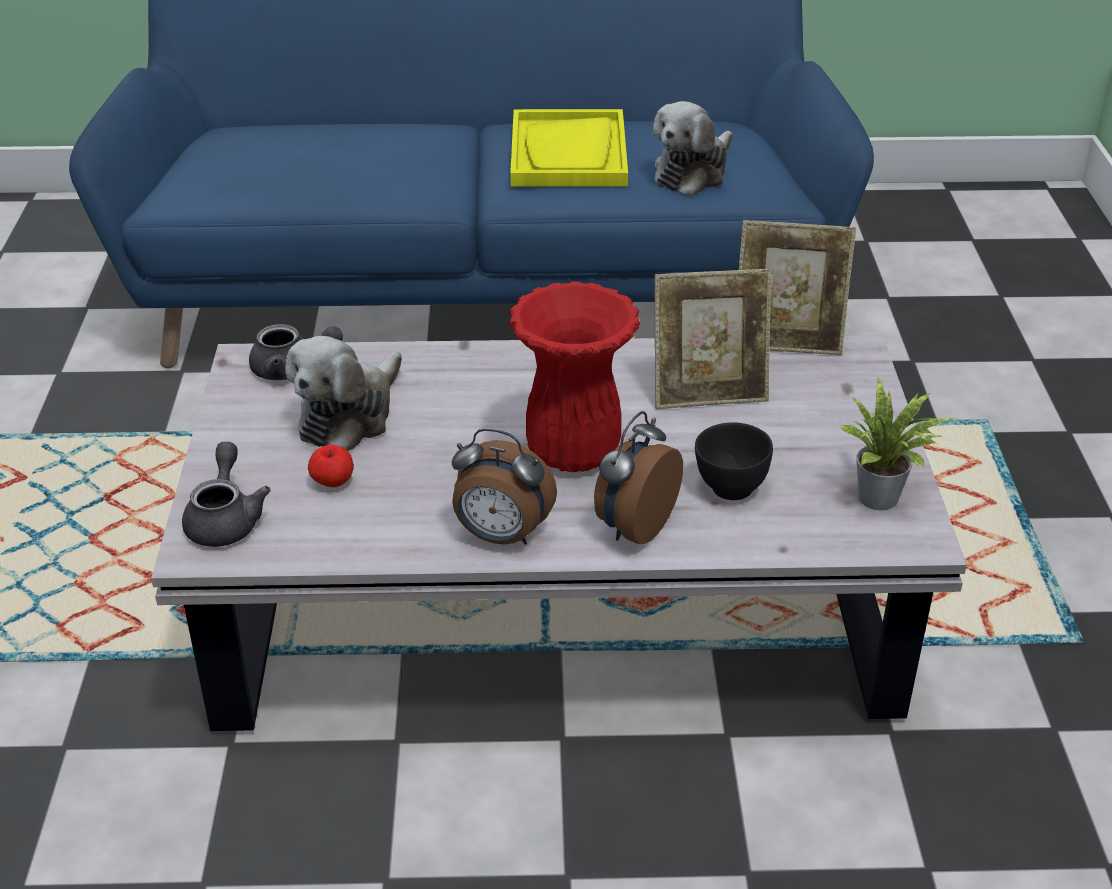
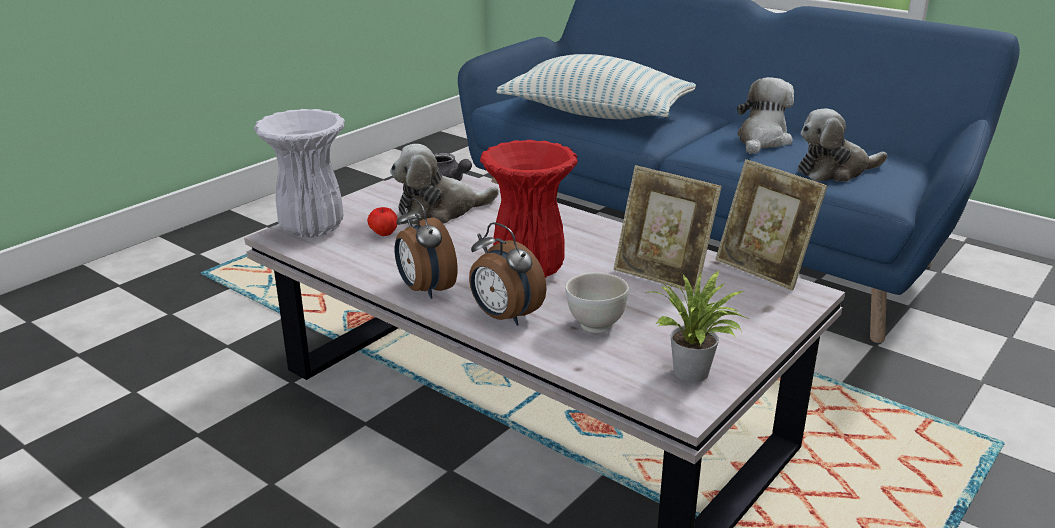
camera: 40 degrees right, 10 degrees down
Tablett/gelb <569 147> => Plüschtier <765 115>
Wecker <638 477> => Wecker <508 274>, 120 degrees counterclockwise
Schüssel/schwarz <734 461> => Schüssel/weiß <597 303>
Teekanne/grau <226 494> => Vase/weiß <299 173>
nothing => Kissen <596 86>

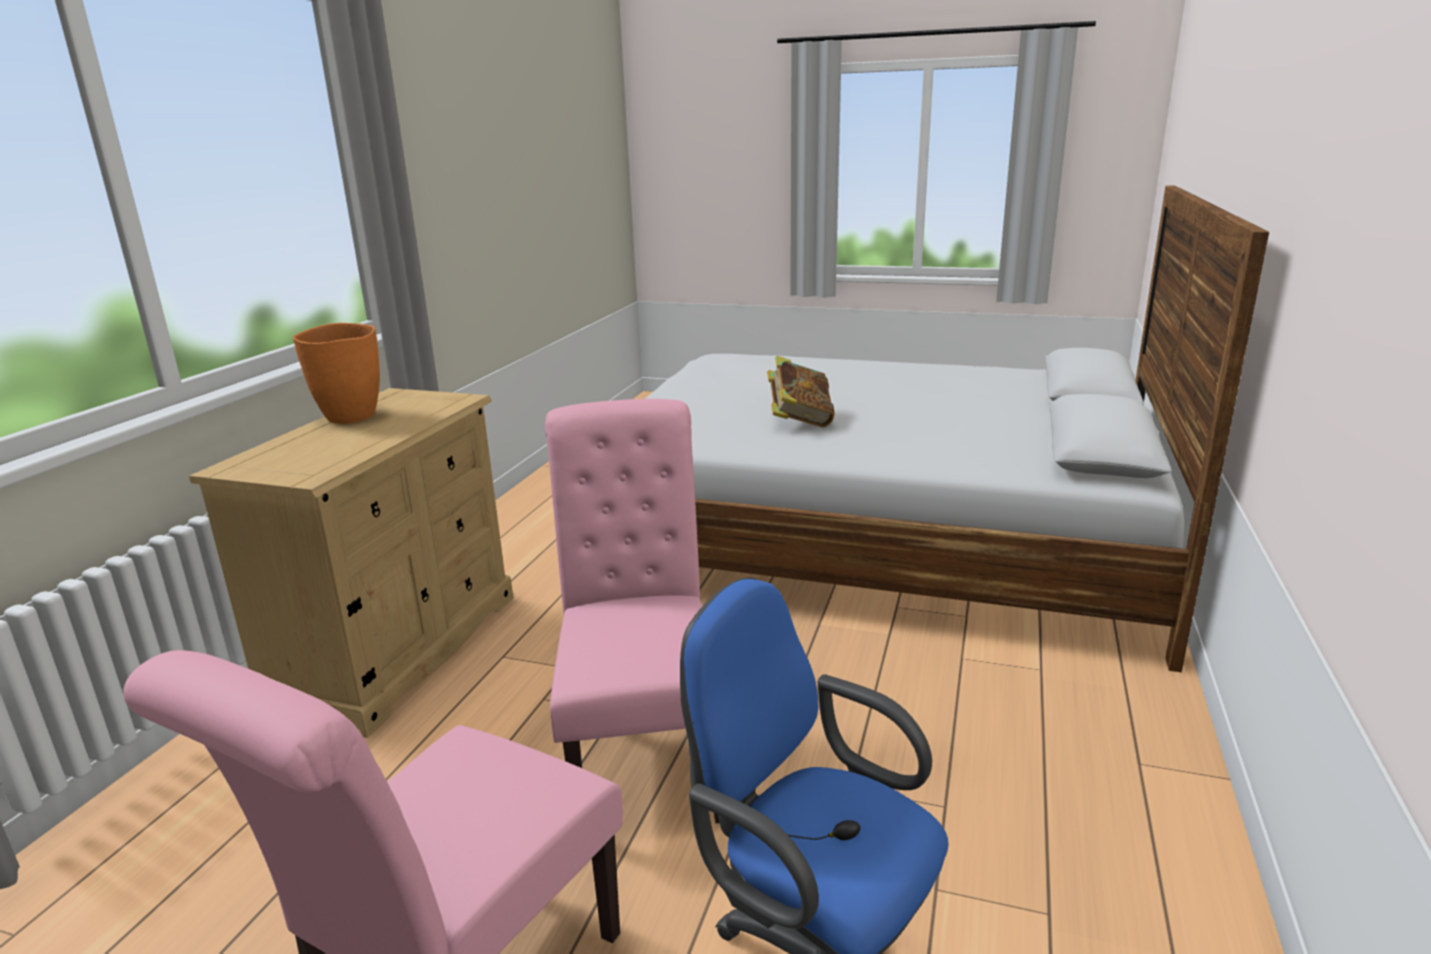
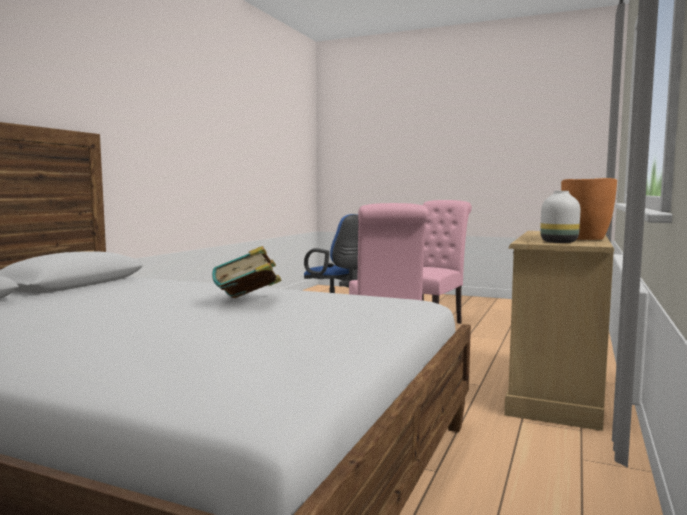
camera: 175 degrees left, 15 degrees down
nothing => Vase/weiß <560 217>

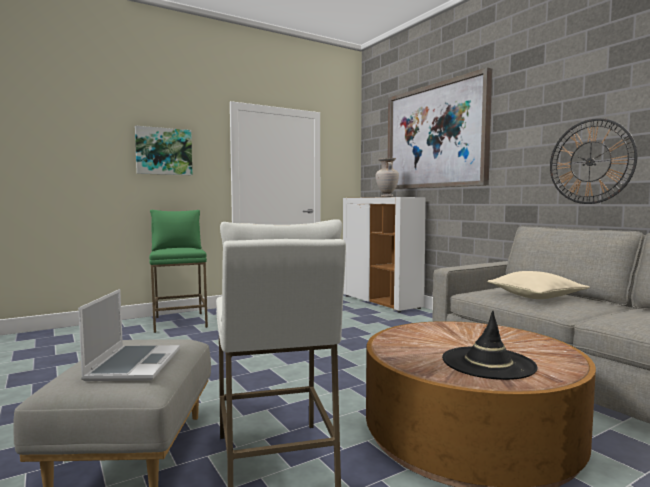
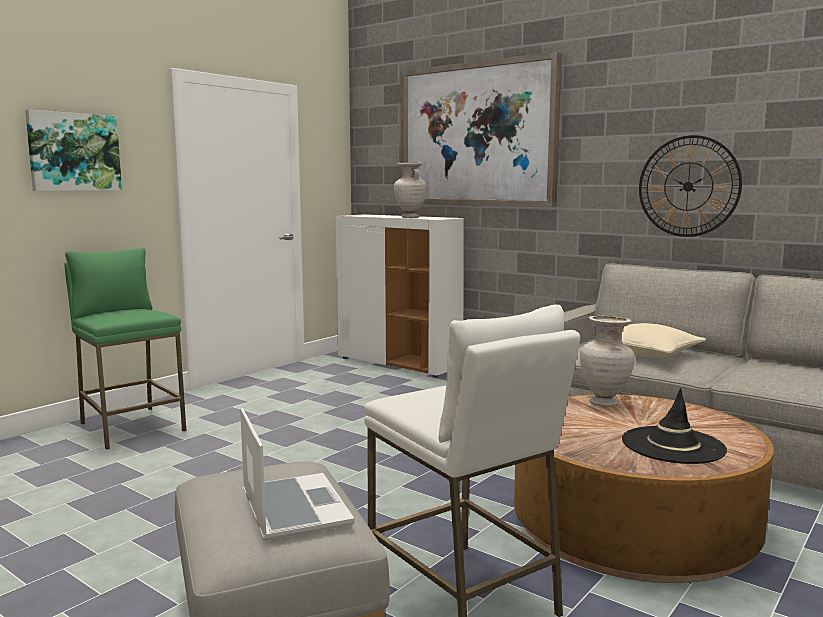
camera: 20 degrees left, 5 degrees up
nothing => Vase/beige <607 361>

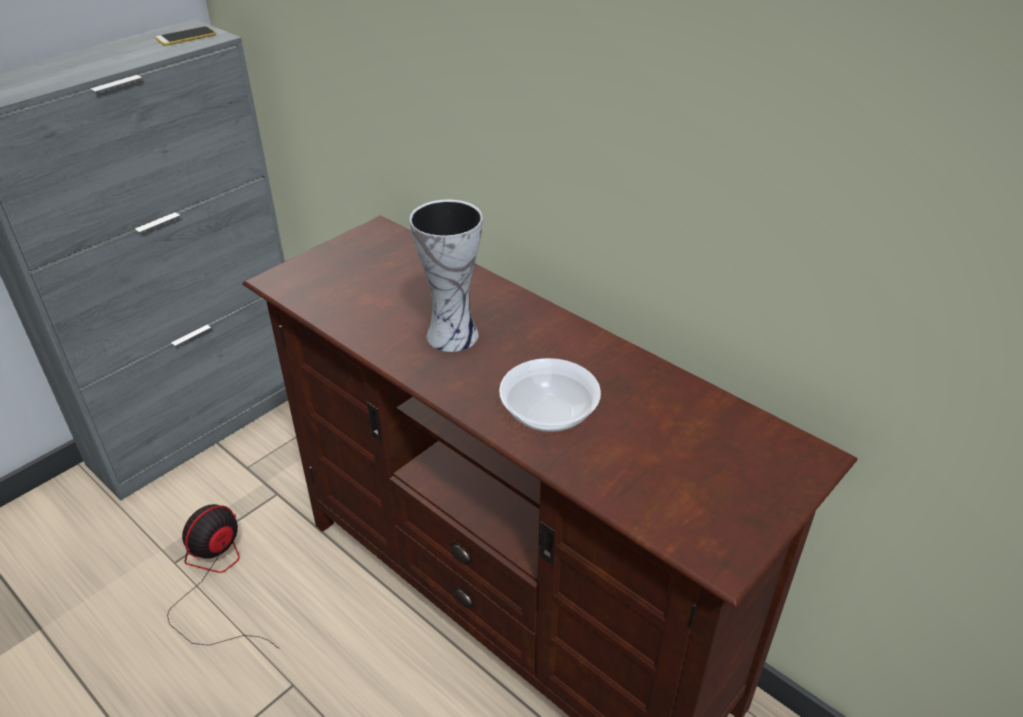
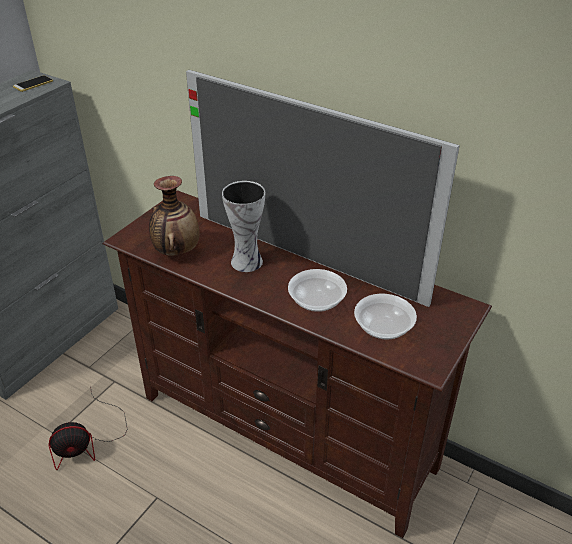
camera: 10 degrees left, 0 degrees up
Ventilator <223 576> => Ventilator <88 428>, 135 degrees counterclockwise
nothing => Fernseher <323 188>
nothing => Vase <174 216>
nothing => Schüssel <385 316>

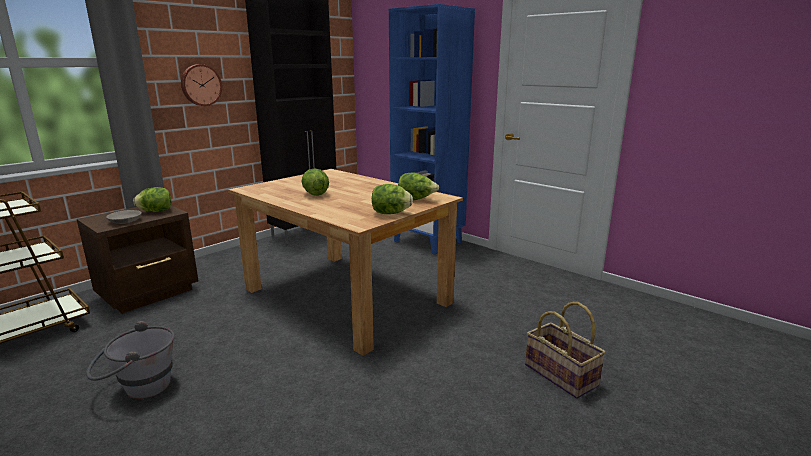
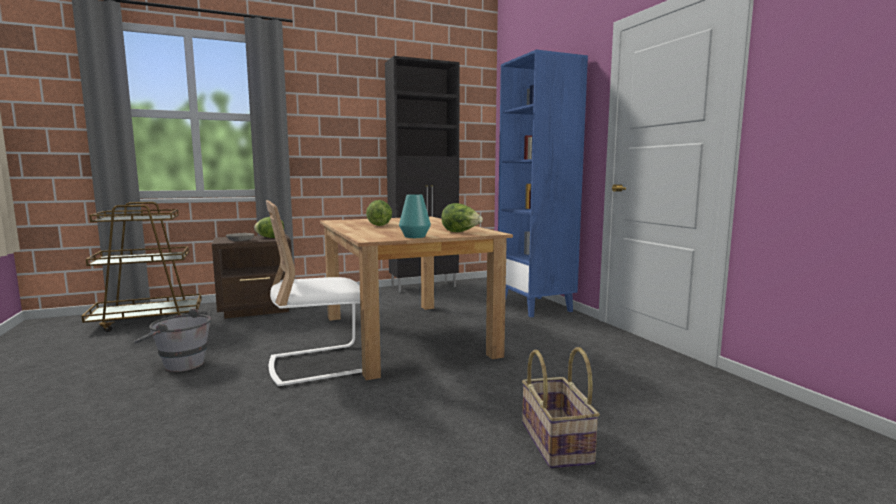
camera: 25 degrees right, 10 degrees down
Wanduhr <201 85> => nothing
Salatkopf <392 199> => Vase/türkis <415 216>
nothing => Stuhl/weiß <314 294>

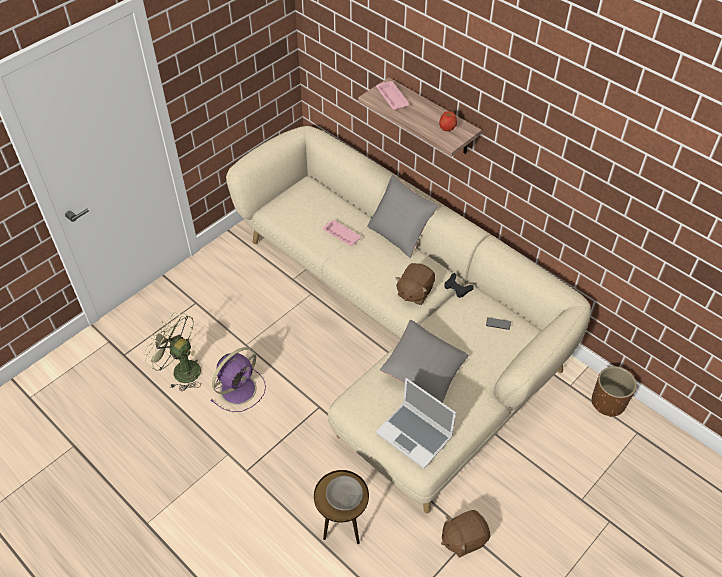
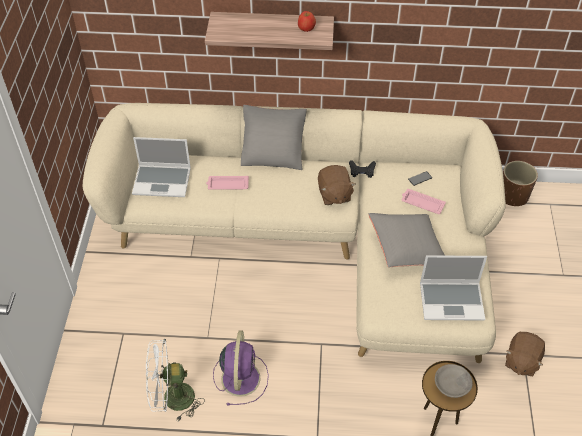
camera: 40 degrees left, 0 degrees up
Tablett/rosa <392 95> => Tablett/rosa <423 201>, shifted
Ventilator/grün <172 351> => Ventilator/weiß <175 380>
nothing => Laptop <161 167>

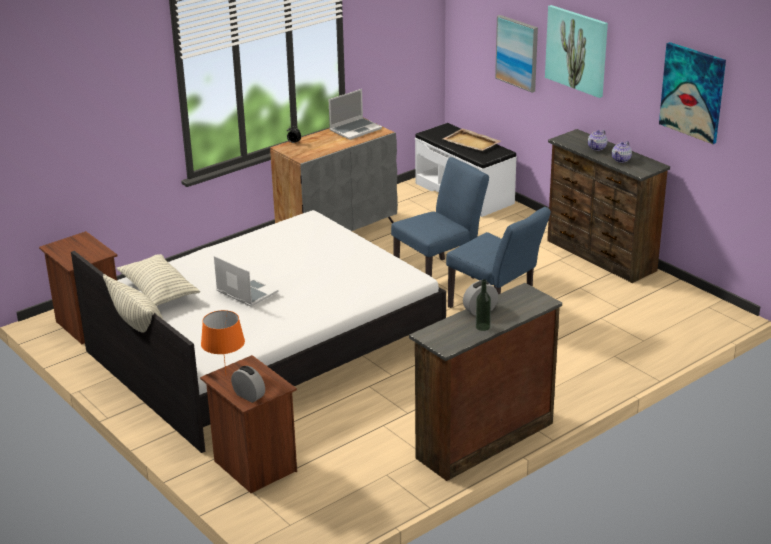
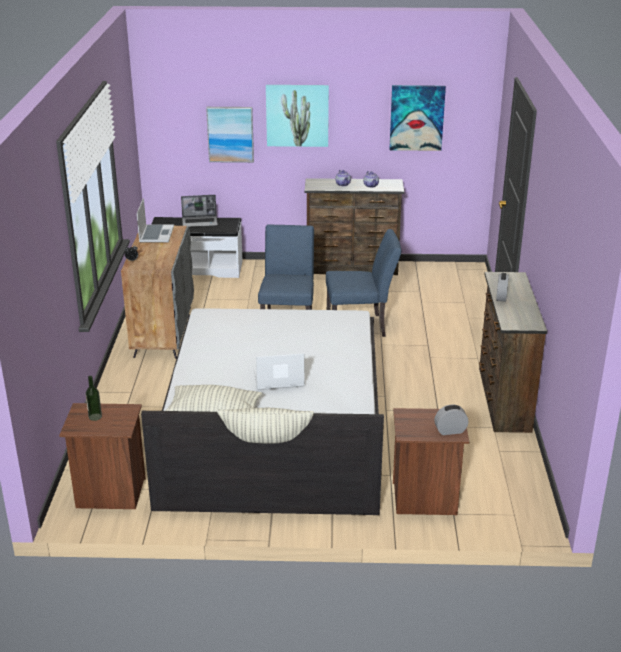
camera: 50 degrees left, 0 degrees up
Tablett/beige <472 140> => Laptop <199 211>
Flasche <483 305> => Flasche <94 398>, shifted
Tischlampe/orange <223 341> => nothing

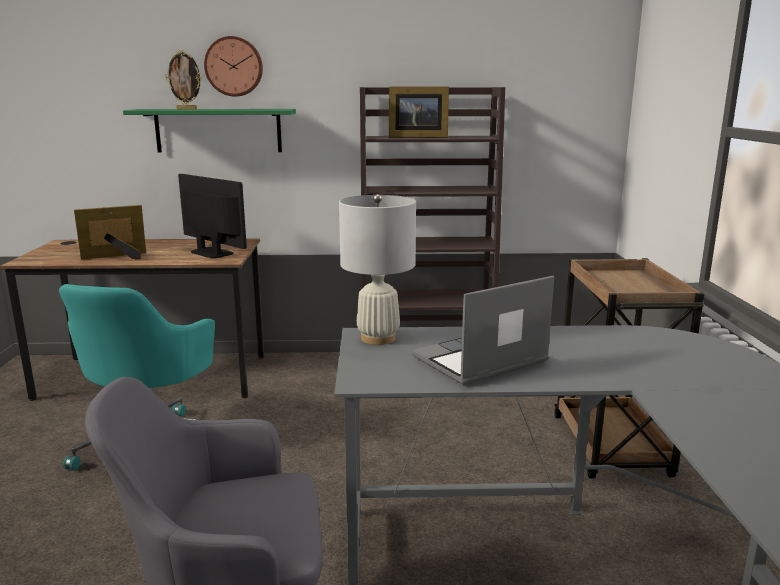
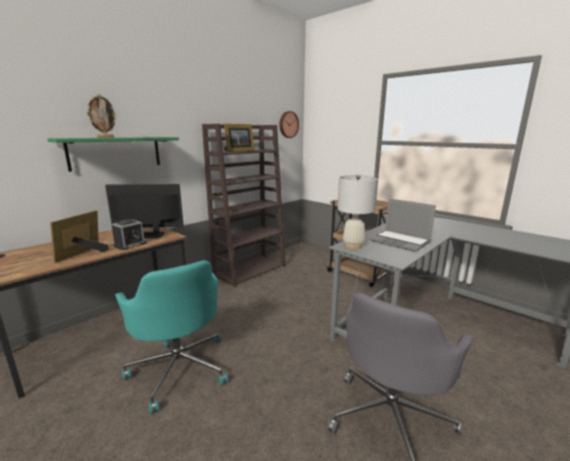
camera: 45 degrees left, 0 degrees up
Wanduhr <233 66> => Wanduhr <289 124>, shifted
Laptop <482 330> => Laptop <403 225>, 60 degrees counterclockwise
nothing => Wecker <129 234>

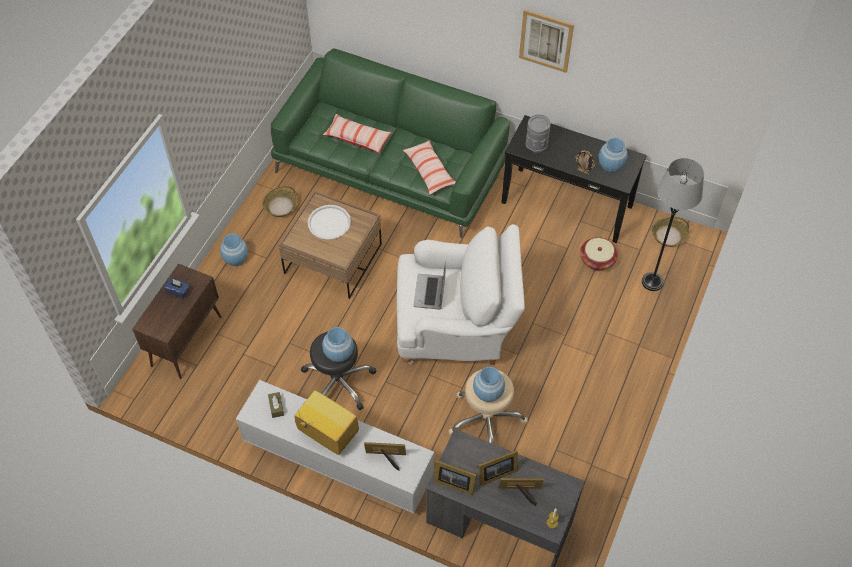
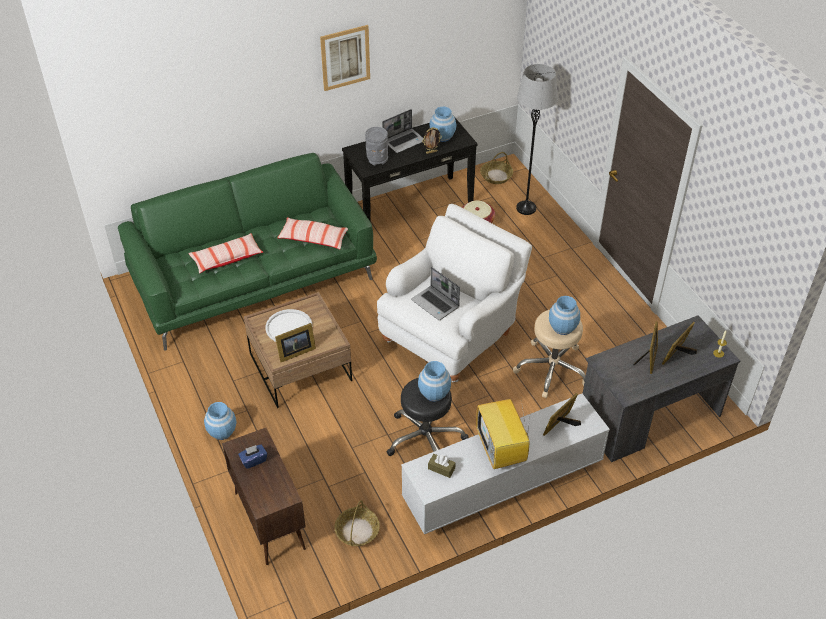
camera: 50 degrees left, 10 degrees down
Korb <280 201> => Korb <357 523>, shifted
Fernseher <326 422> => Fernseher <503 434>, 90 degrees counterclockwise
Bilderrahmen <455 477> => Bilderrahmen <295 342>, shifted
nothing => Laptop <402 131>

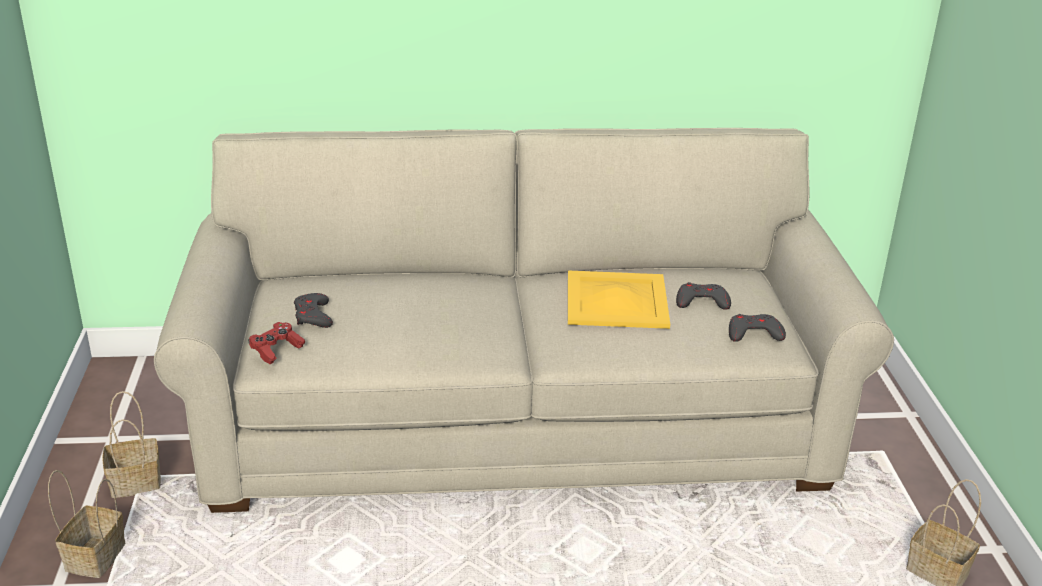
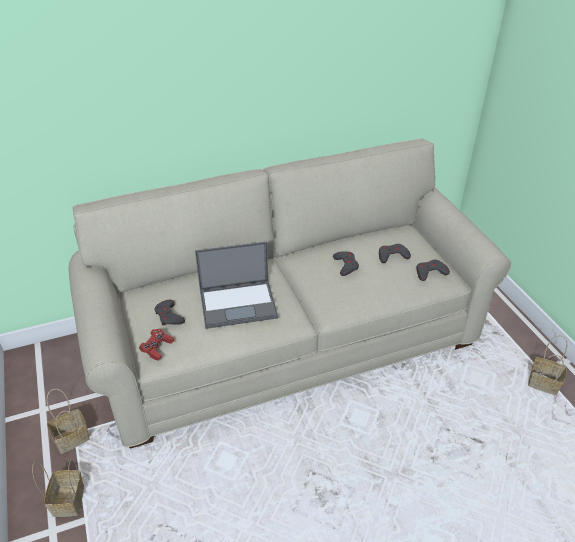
camera: 15 degrees left, 10 degrees up
Tablett/gelb <619 299> => Gamepad/grau <346 263>
nothing => Laptop <236 285>

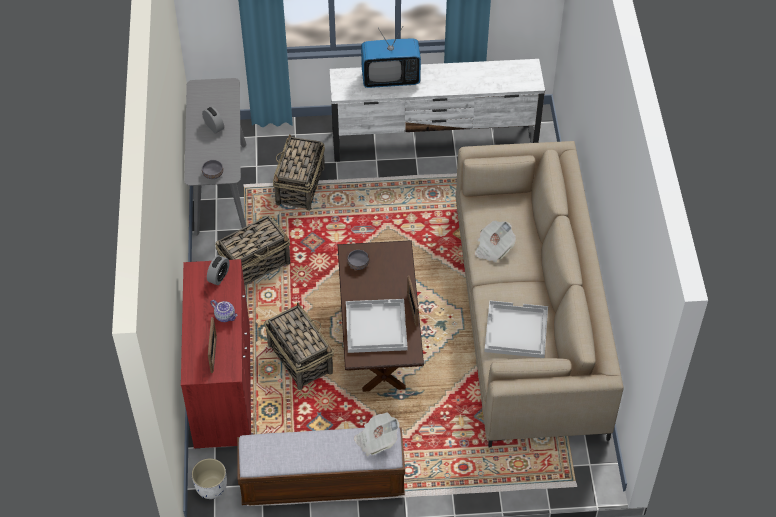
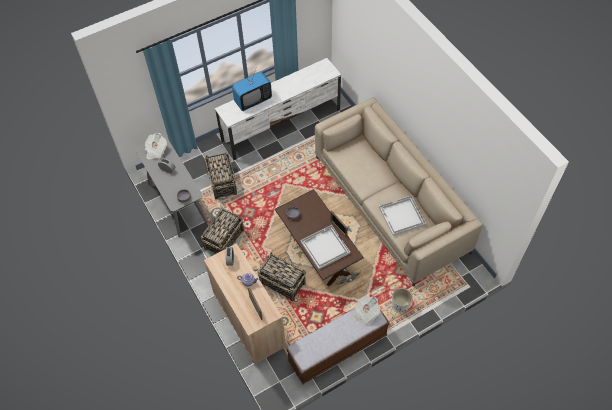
camera: 25 degrees left, 5 degrees up
Zeitung <495 241> => Zeitung <156 146>, shifted
Schrank/rot <216 354> => Schrank/beige <245 303>
Pflanzkübel/weiß <209 478> => Pflanzkübel/weiß <402 300>, shifted

